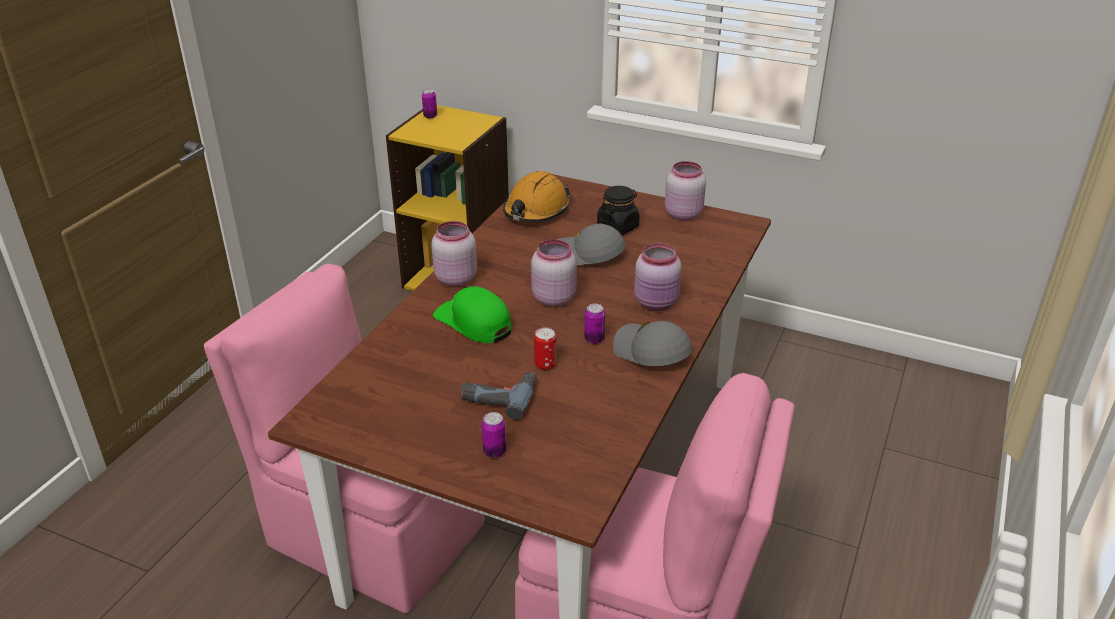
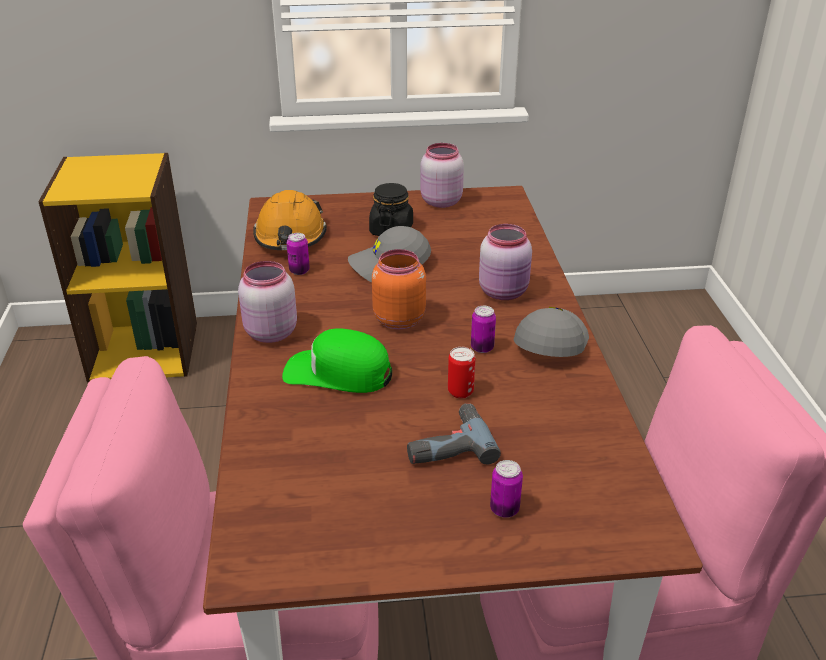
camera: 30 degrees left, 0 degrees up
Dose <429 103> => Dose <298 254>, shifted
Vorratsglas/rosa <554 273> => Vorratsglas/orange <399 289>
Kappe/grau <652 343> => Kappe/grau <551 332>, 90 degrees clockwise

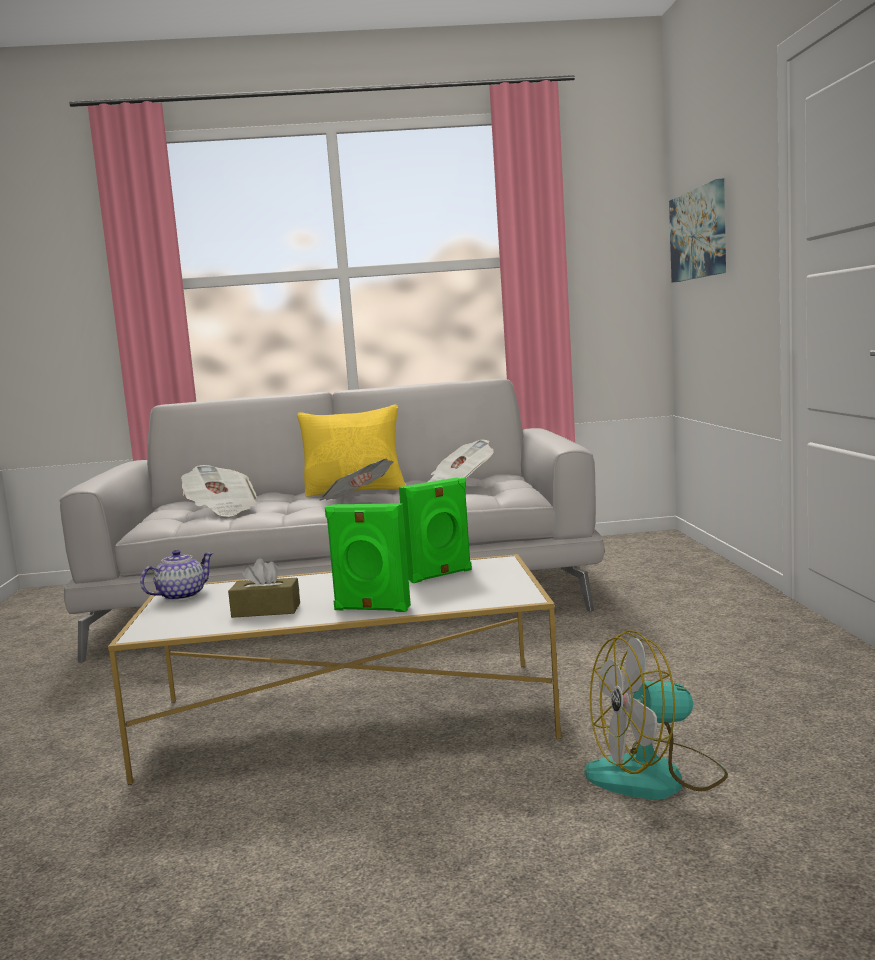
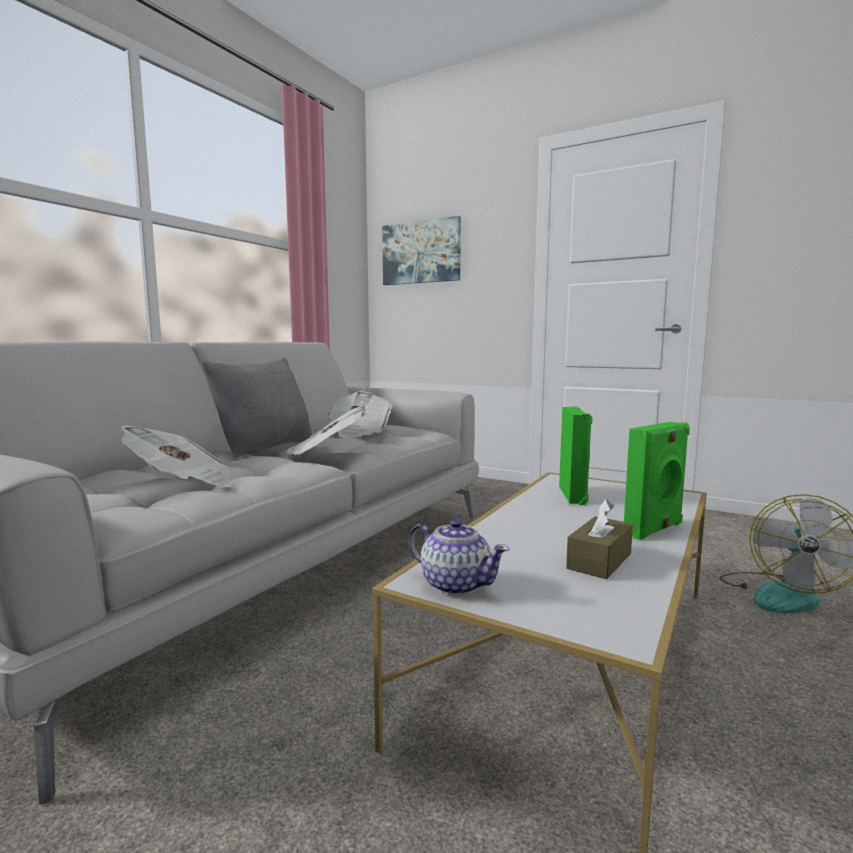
camera: 55 degrees left, 0 degrees up
Kissen/gelb <351 450> => Kissen/grau <257 407>
Teekanne <176 575> => Teekanne <459 557>, 135 degrees clockwise

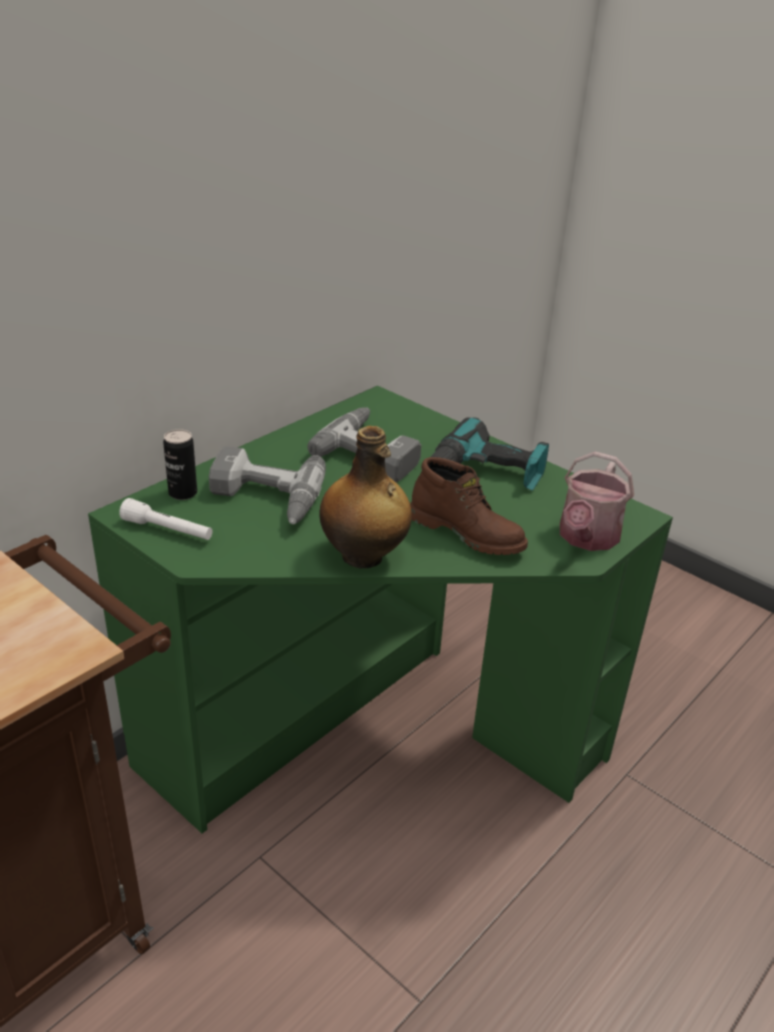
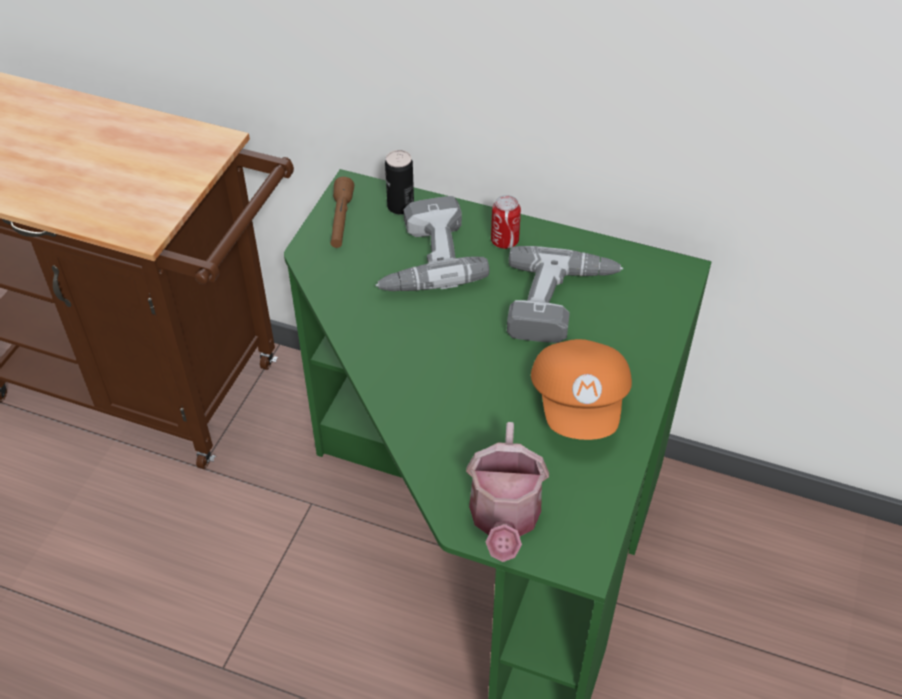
camera: 70 degrees right, 15 degrees up
Bohrmaschine <490 454> => Kappe/orange <581 389>
Flasche <365 497> => nothing
Gießkanne <597 501> => Gießkanne <507 492>, 90 degrees counterclockwise
Stiefel/braun <469 506> => nothing
Taschenlampe/weiß <166 519> => Taschenlampe/braun <342 212>
nothing => Dose <506 222>

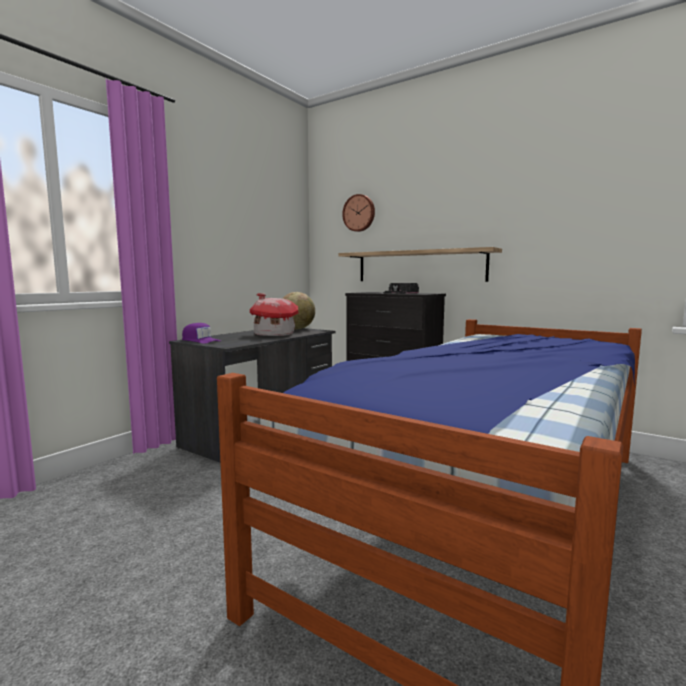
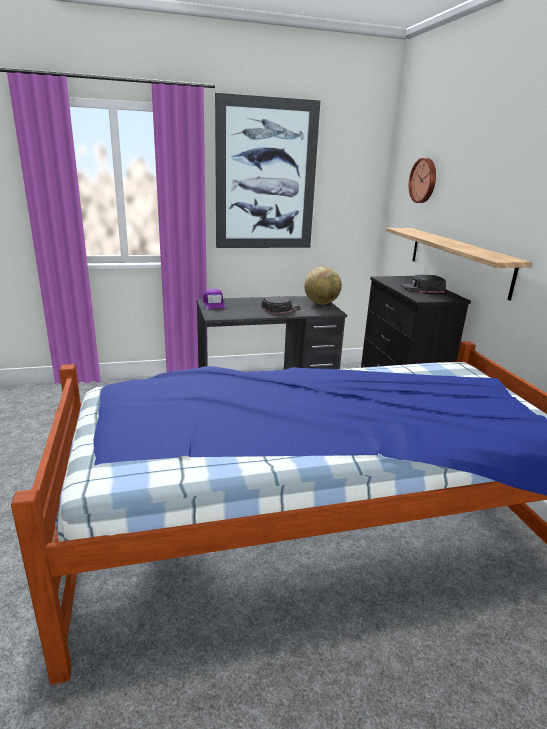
camera: 40 degrees right, 15 degrees up
Spielzeughaus <274 314> => Kappe/schwarz <281 305>
nothing => Bild <267 170>

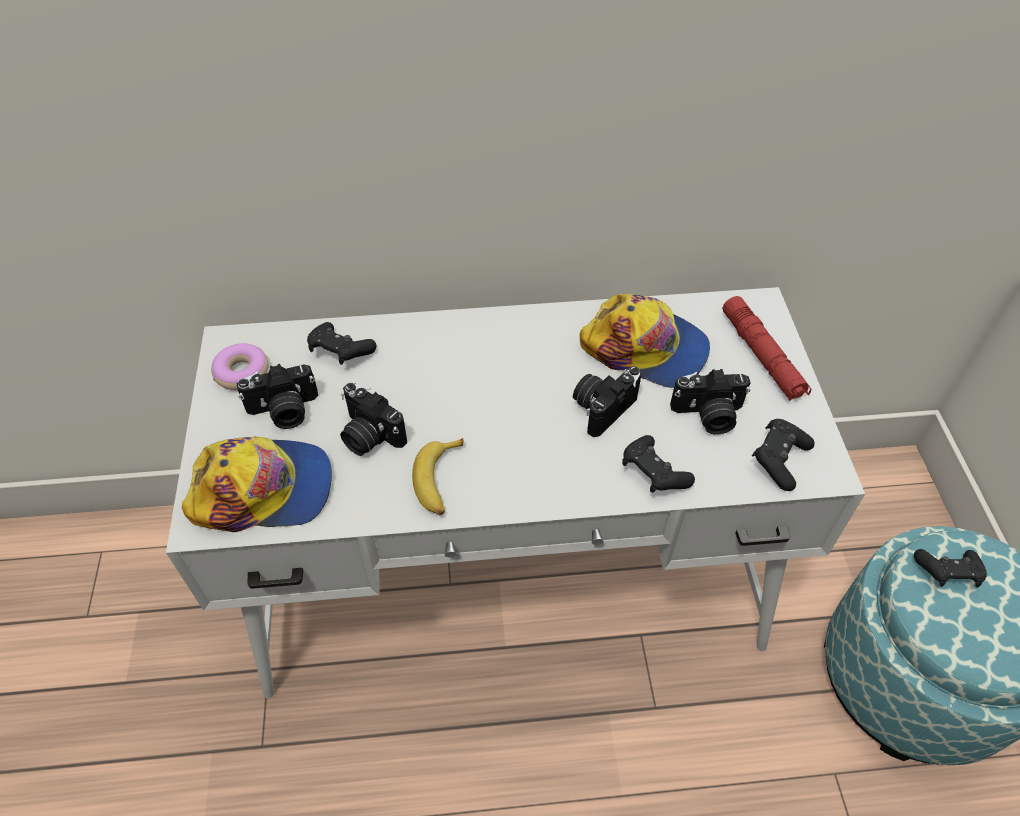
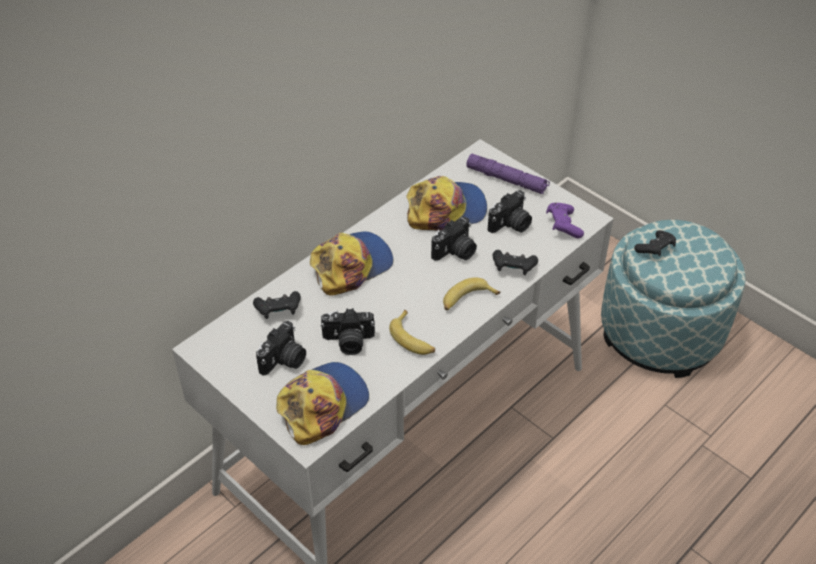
camera: 40 degrees left, 5 degrees down
Taschenlampe/rot <766 348> => Taschenlampe/lila <508 174>
Donut <239 366> => nothing
Kamera <607 401> => Kamera <454 239>, 135 degrees counterclockwise
Gamepad/schwarz <783 455> => Gamepad/lila <565 220>
nothing => Kappe <352 263>
nothing => Banane <472 293>

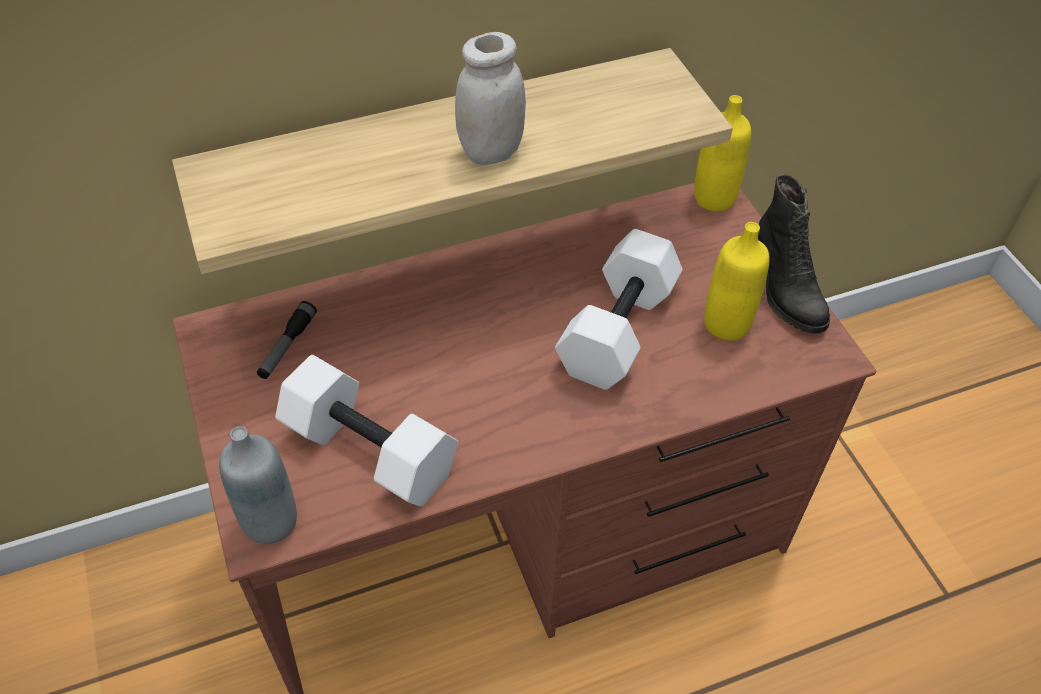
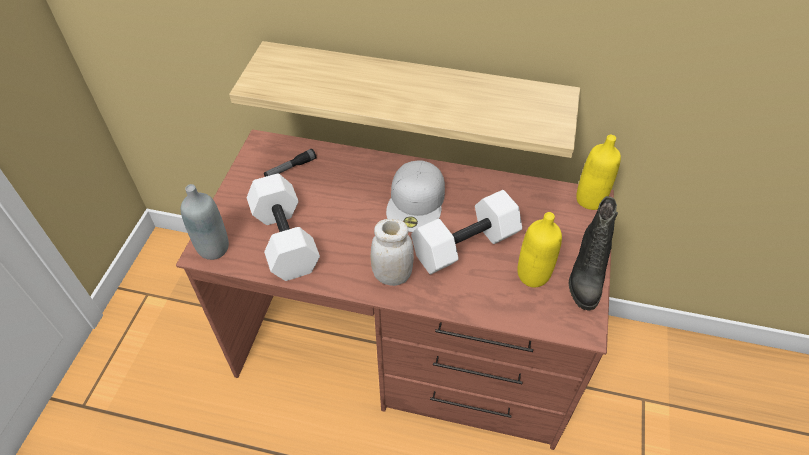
camera: 35 degrees right, 0 degrees up
Vorratsglas/weiß <490 98> => Vorratsglas/weiß <392 252>, shifted
nothing => Kappe/weiß <415 196>

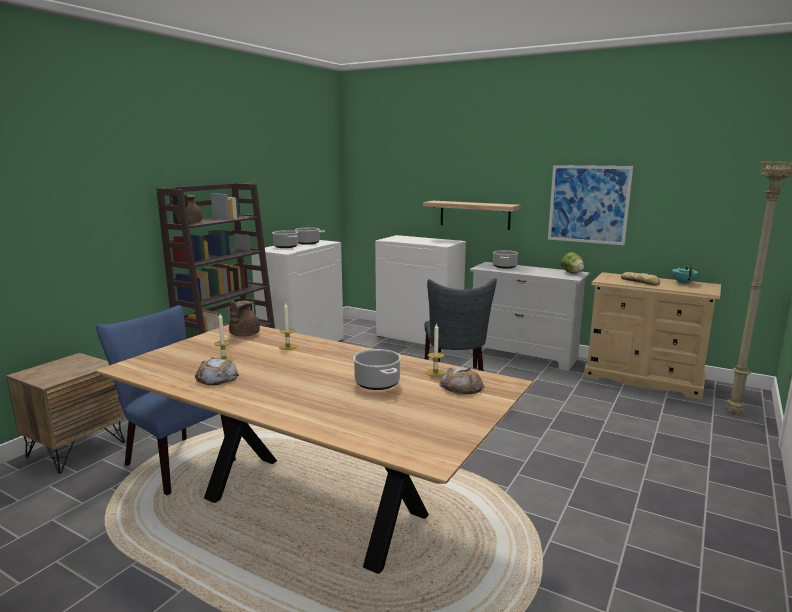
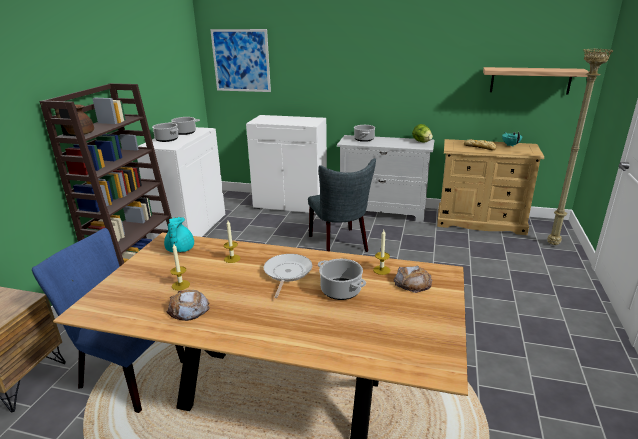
camera: 15 degrees left, 10 degrees up
Bild <590 205> => Bild <240 60>, shifted
Wandregal <472 215> => Wandregal <536 80>, shifted
Teekanne/braun <244 319> => Teekanne/türkis <179 235>
nothing => Pfanne <288 276>

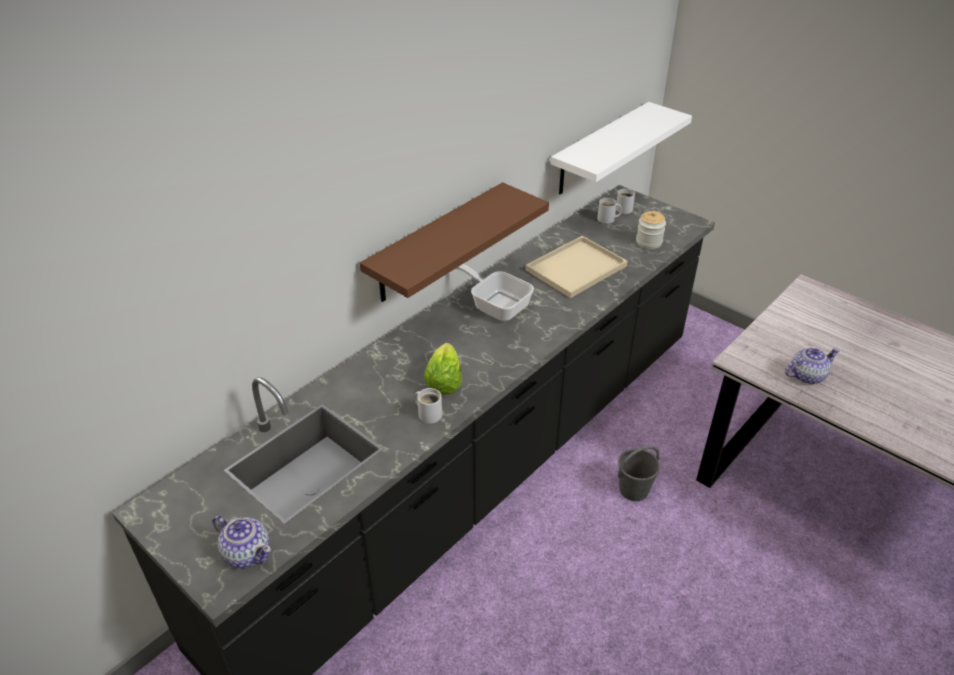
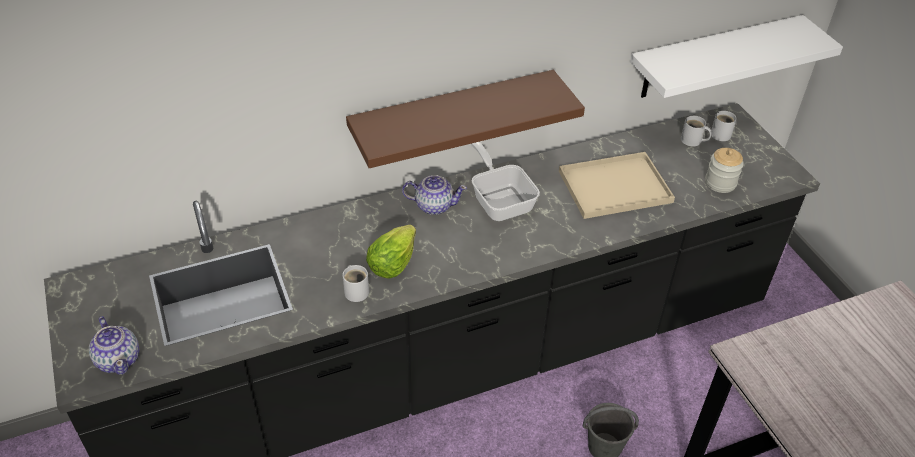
camera: 25 degrees right, 5 degrees up
Teekanne <812 365> => Teekanne <434 195>, shifted

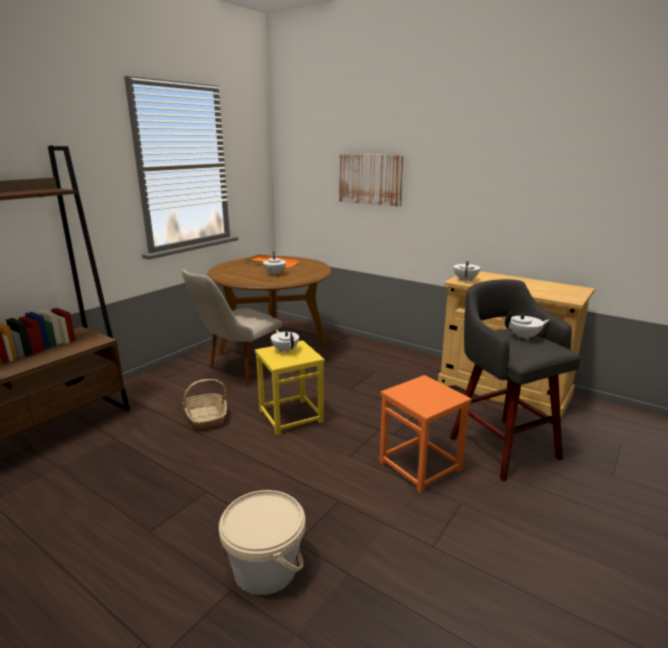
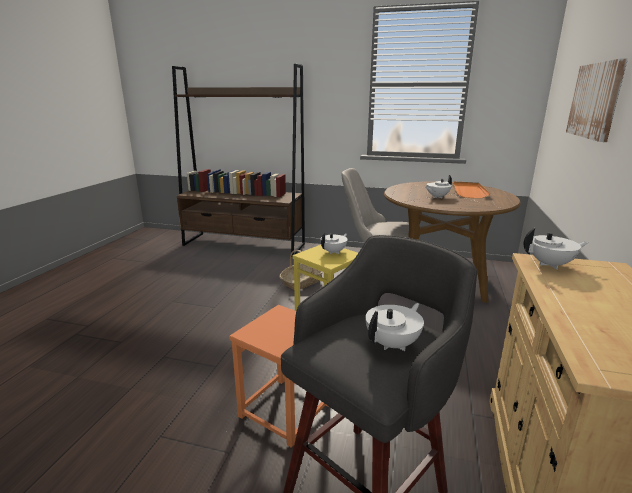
camera: 70 degrees right, 0 degrees up
Teekanne/weiß <527 326> => Teekanne/weiß <394 327>, 105 degrees counterclockwise
Eimer/beige <262 542> => nothing

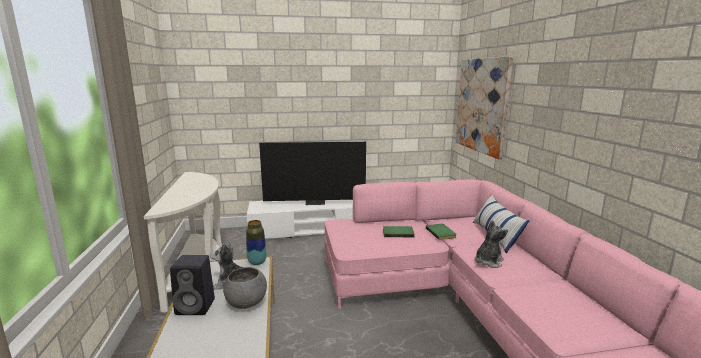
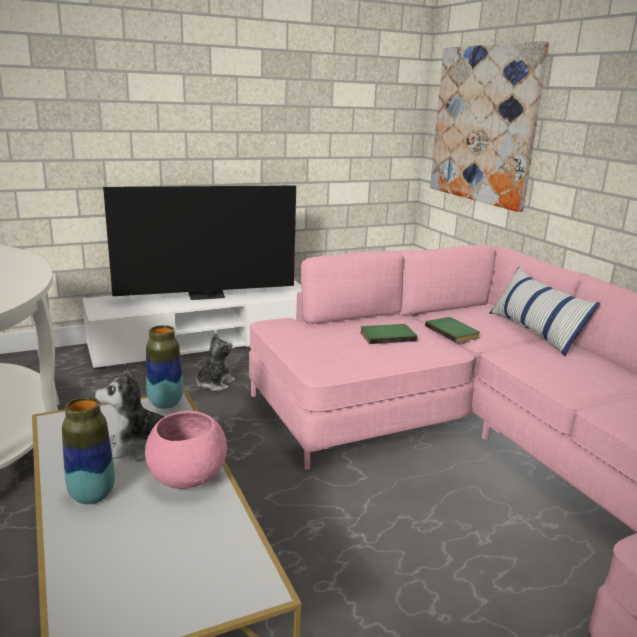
camera: 15 degrees left, 5 degrees up
Plüschtier <491 244> => Plüschtier <215 362>, shifted
Lautsprecher/schwarz <192 285> => Vase <88 450>
Schüssel/grau <245 288> => Schüssel/rosa <186 450>

